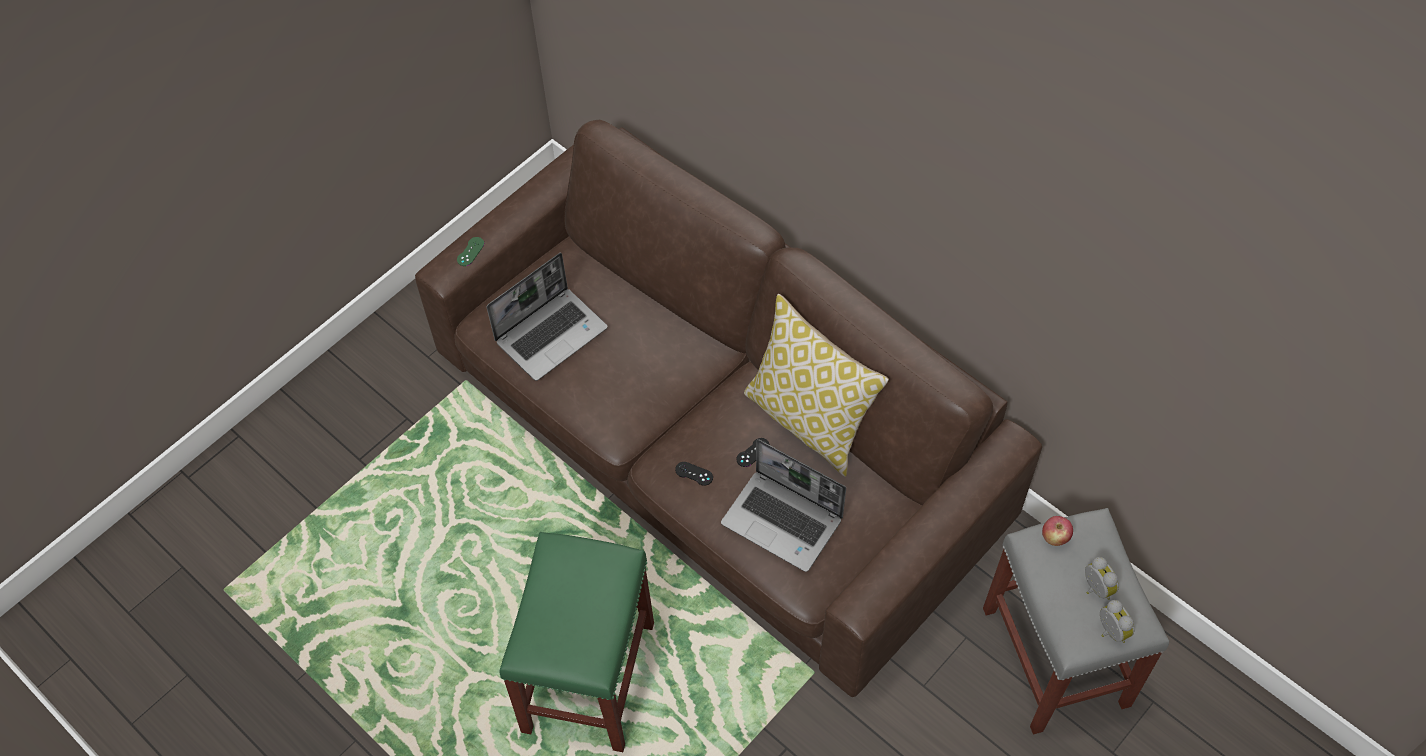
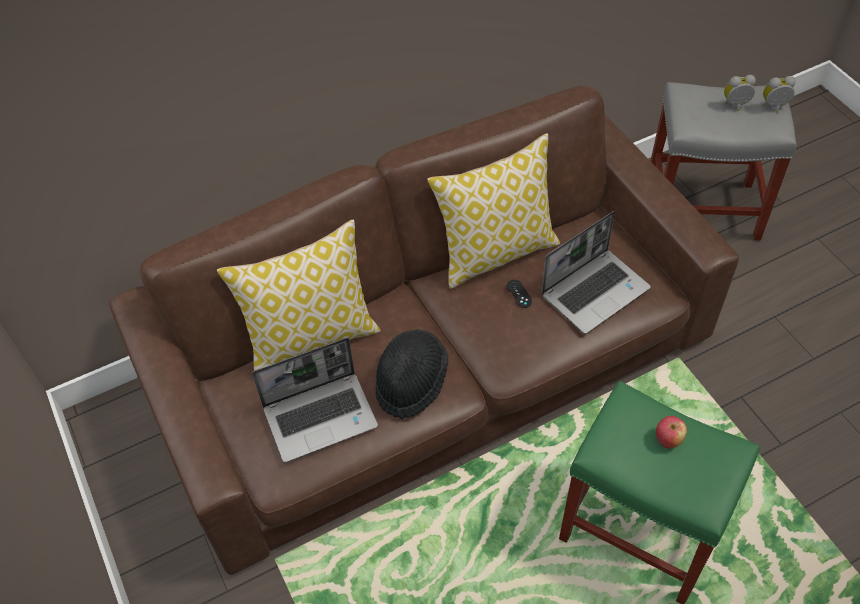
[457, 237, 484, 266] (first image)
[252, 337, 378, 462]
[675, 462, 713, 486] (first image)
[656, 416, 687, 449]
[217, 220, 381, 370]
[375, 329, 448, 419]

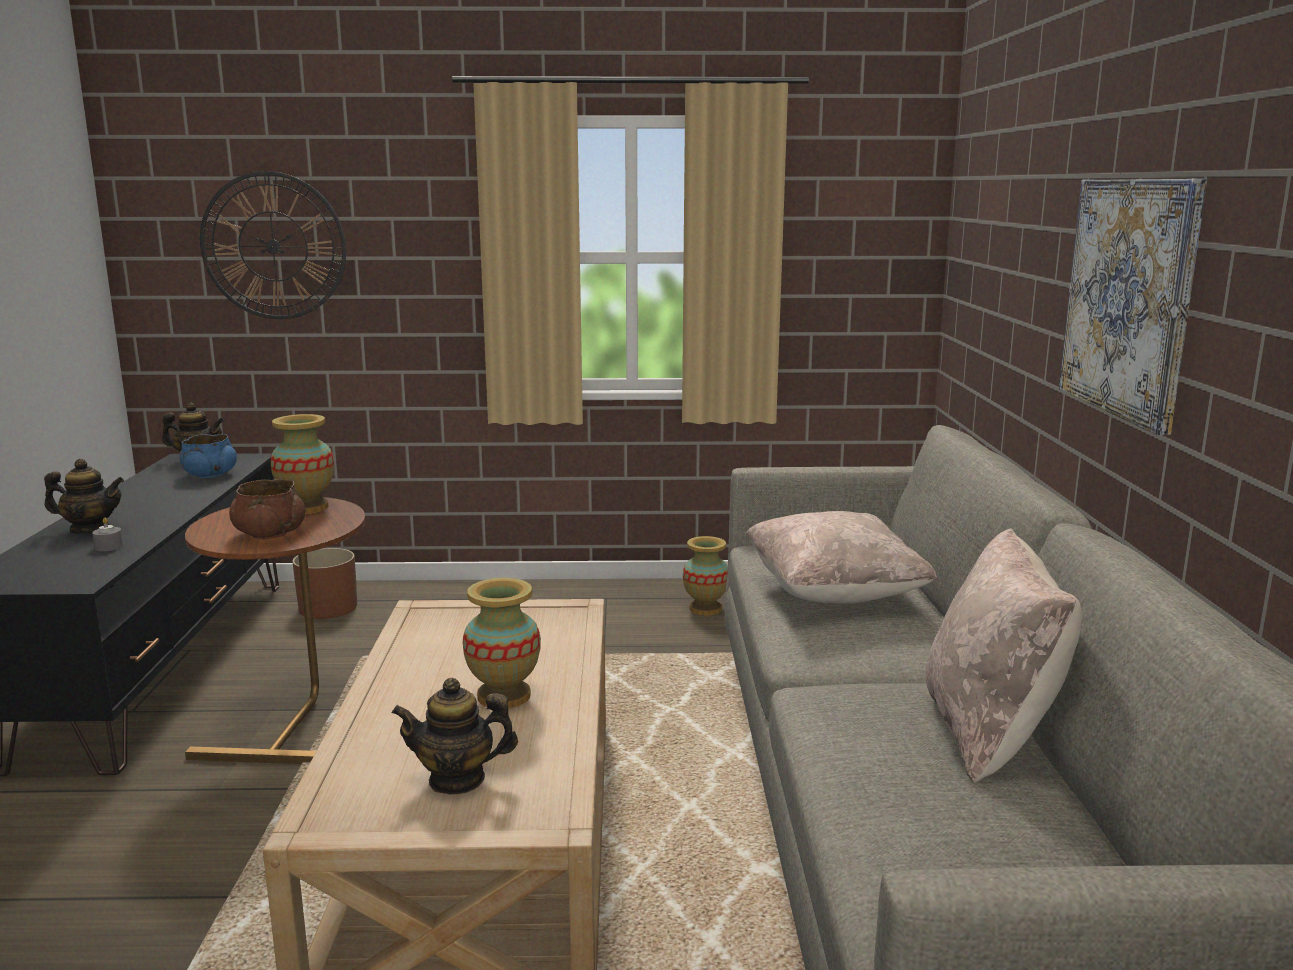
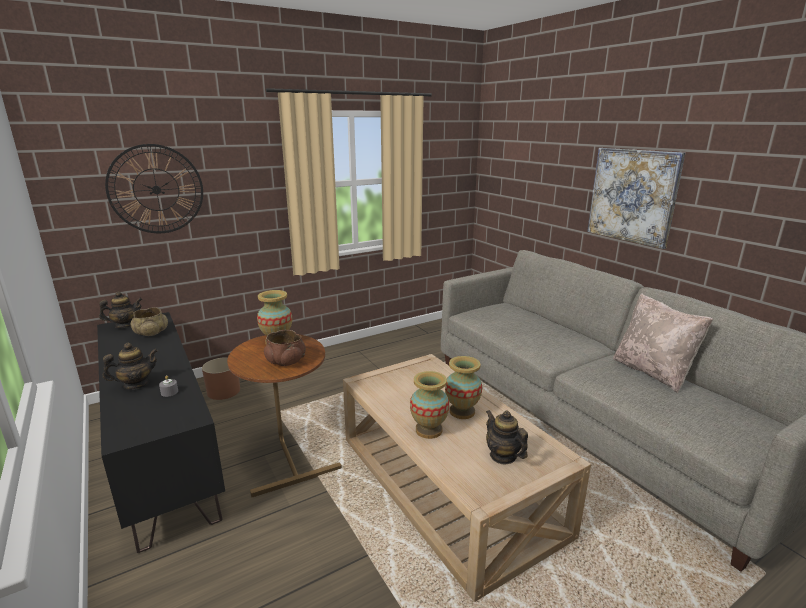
[130, 307, 168, 336]
[746, 511, 937, 603] (first image)
[410, 371, 449, 439]
[486, 410, 528, 464]

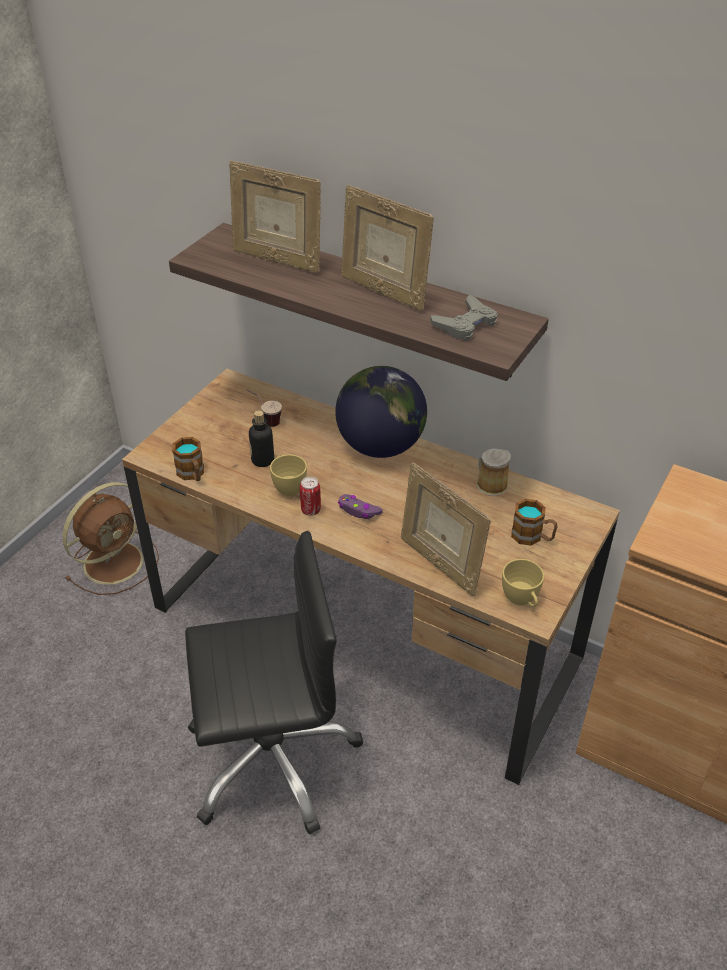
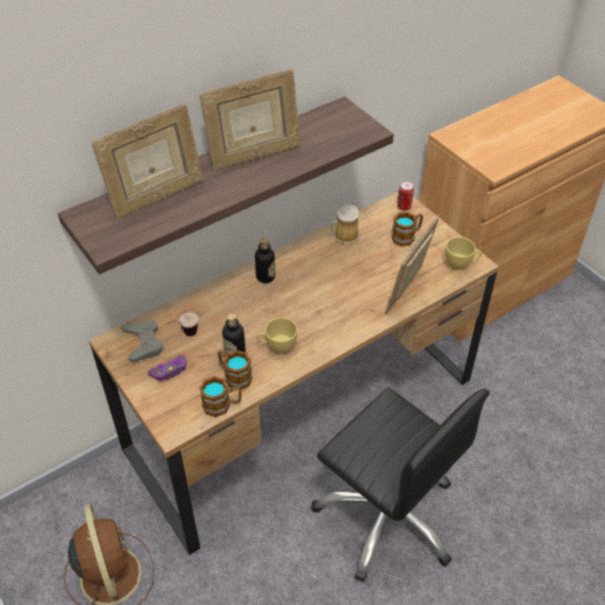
[121, 320, 163, 362]
[255, 238, 275, 283]
[385, 215, 440, 314]
[397, 182, 414, 211]
[148, 356, 187, 381]
[311, 387, 489, 582]
[218, 350, 253, 390]

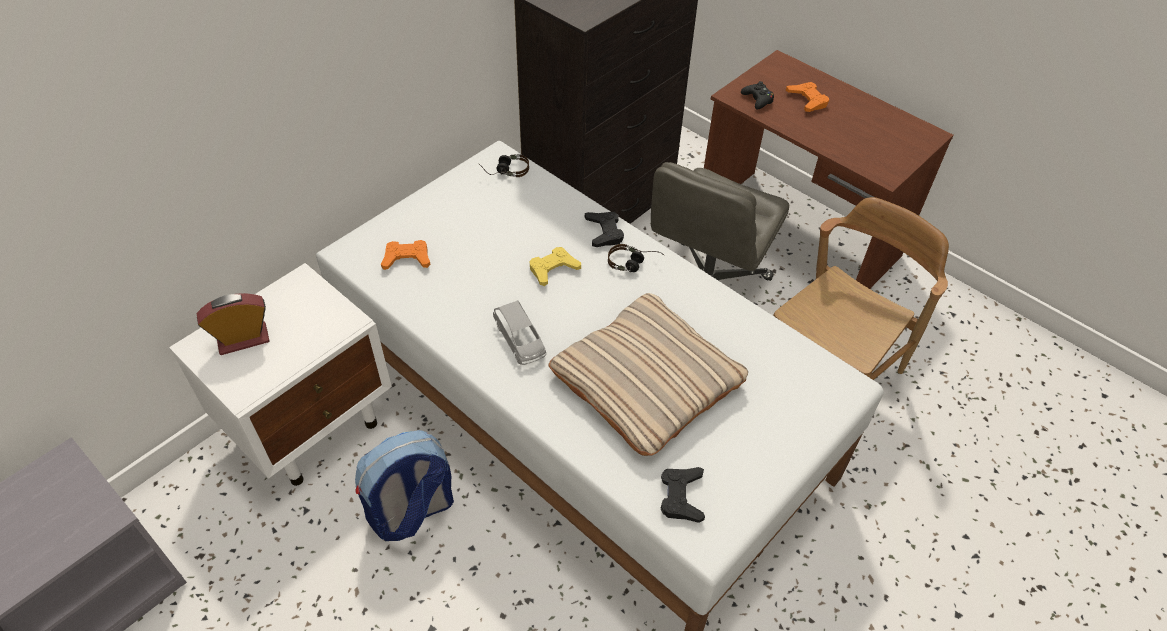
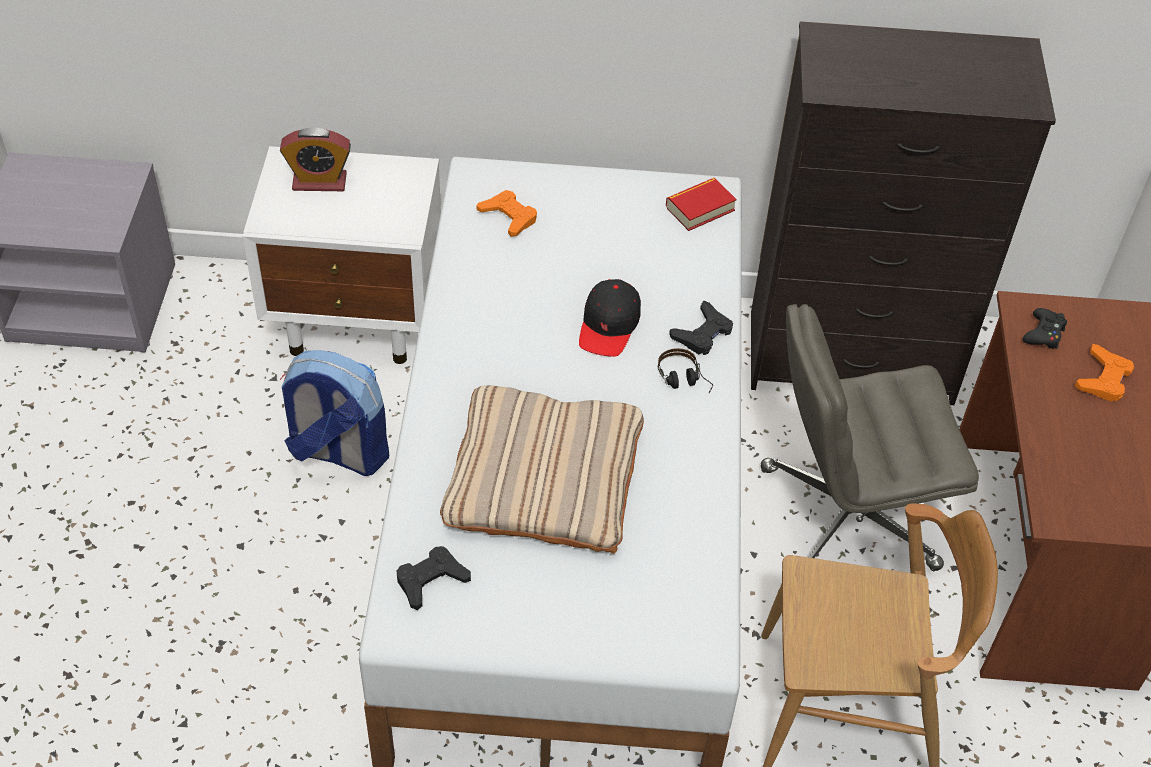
[666, 178, 737, 231]
[579, 279, 641, 357]
[280, 127, 351, 191]
[493, 301, 546, 365] (first image)

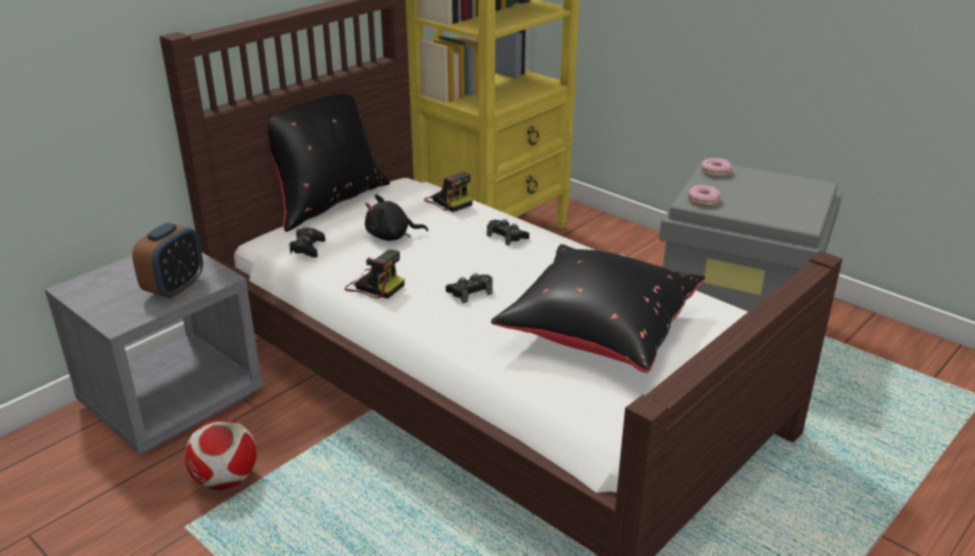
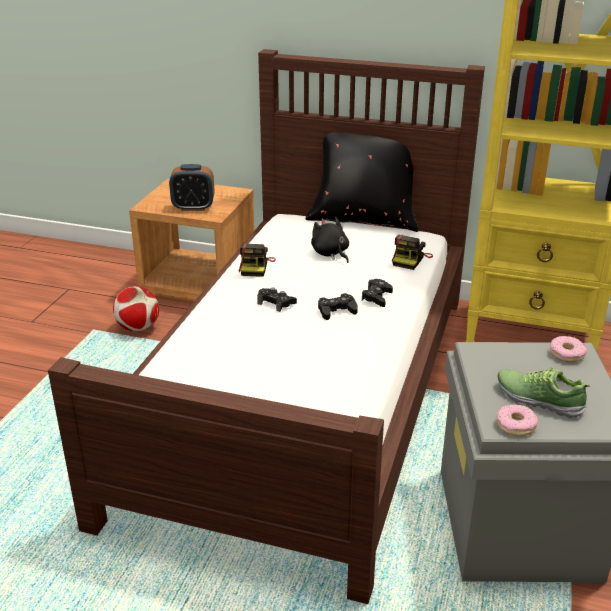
[497, 404, 538, 436]
[318, 293, 358, 320]
[491, 244, 705, 373] (first image)
[129, 179, 254, 302]
[498, 367, 591, 418]

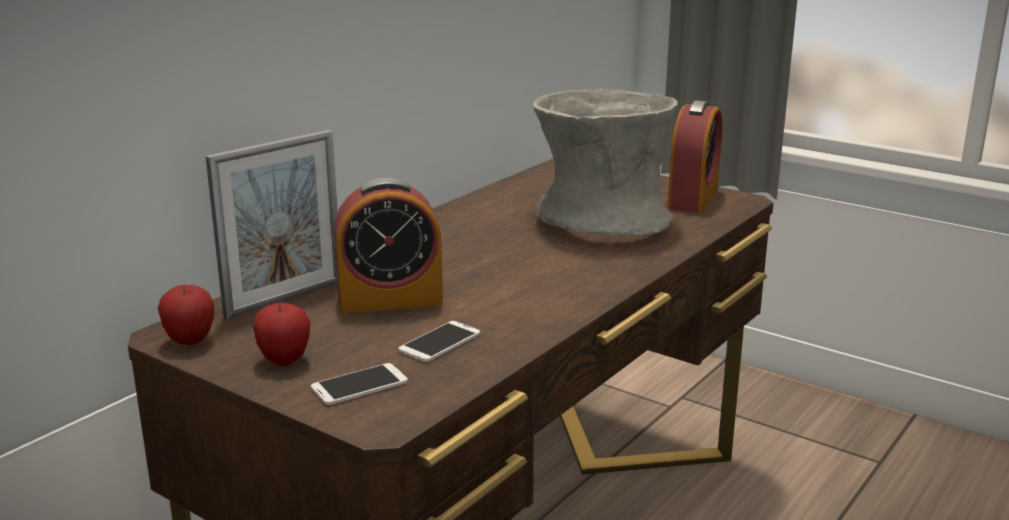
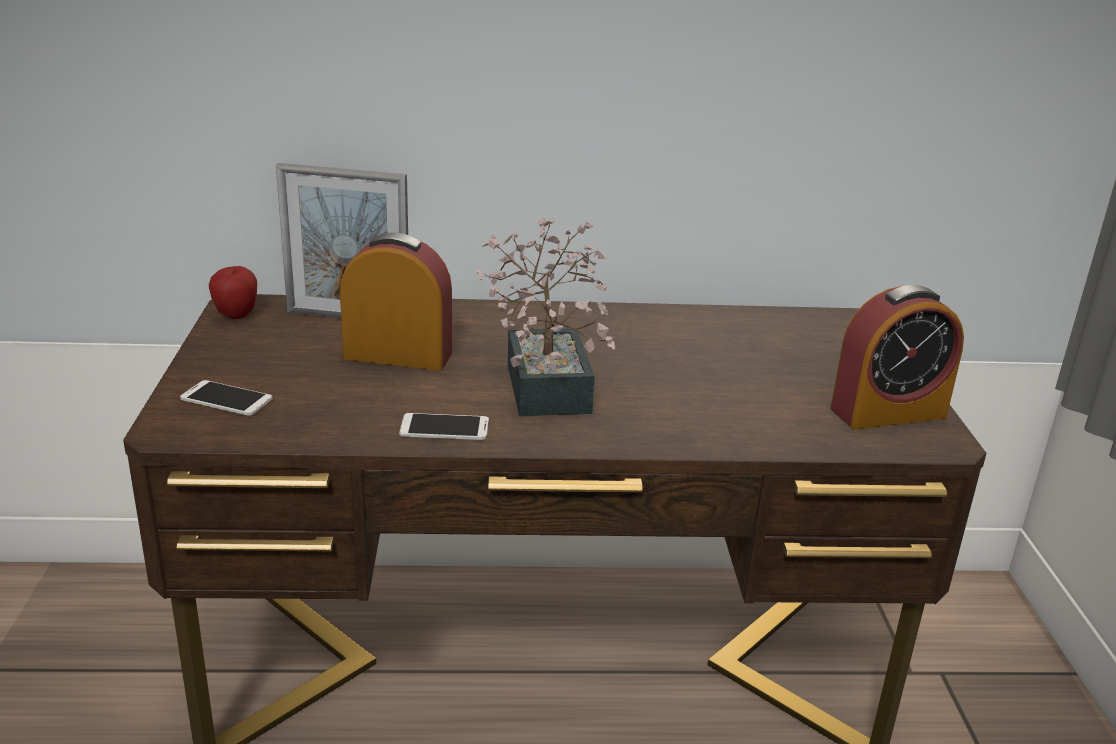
[533, 89, 678, 236] (first image)
[340, 233, 452, 371]
[253, 303, 310, 366] (first image)
[399, 413, 489, 440]
[477, 217, 616, 416]

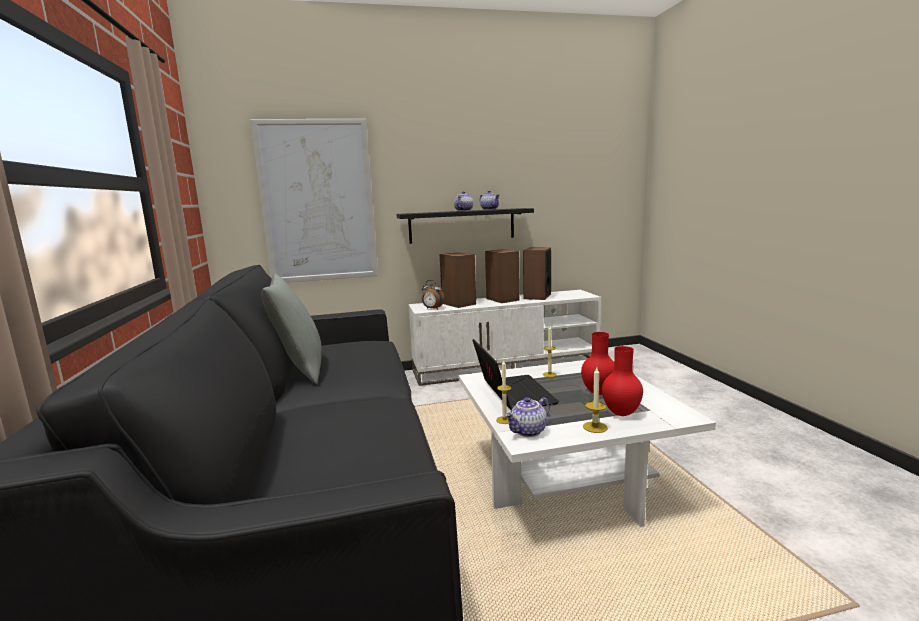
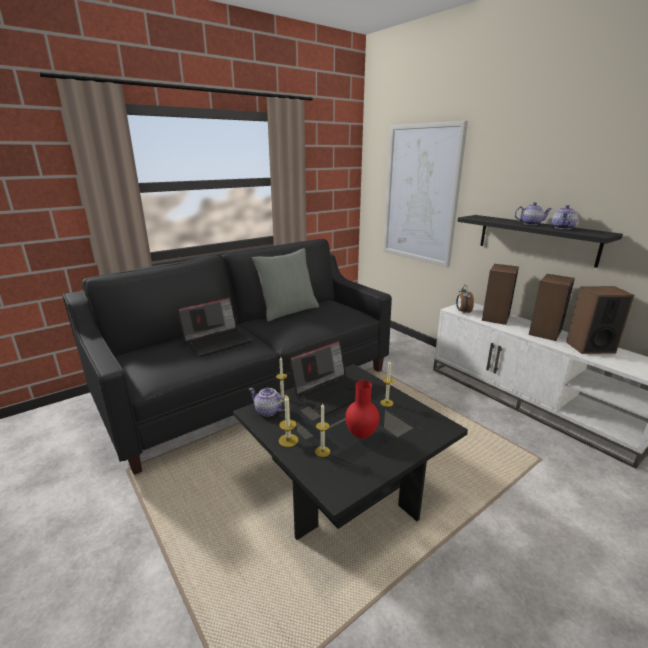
[315, 403, 330, 457]
[233, 364, 468, 540]
[177, 297, 253, 357]

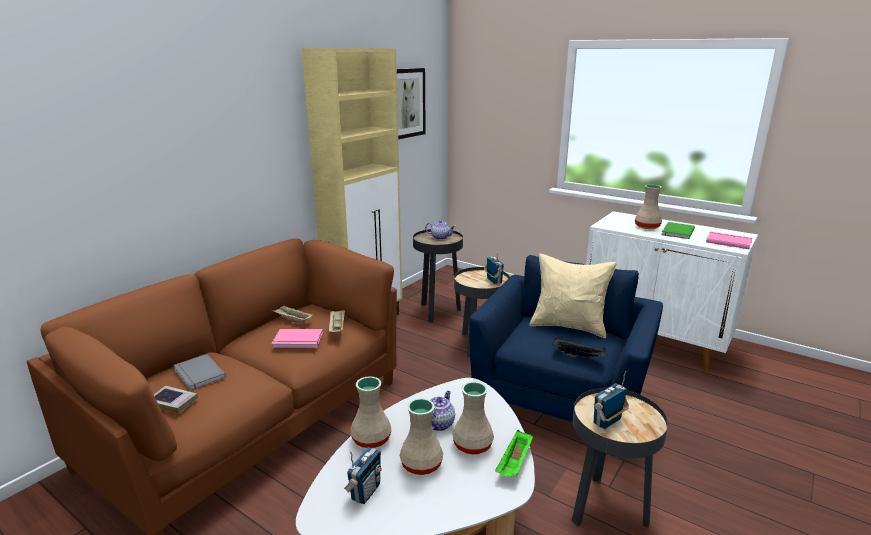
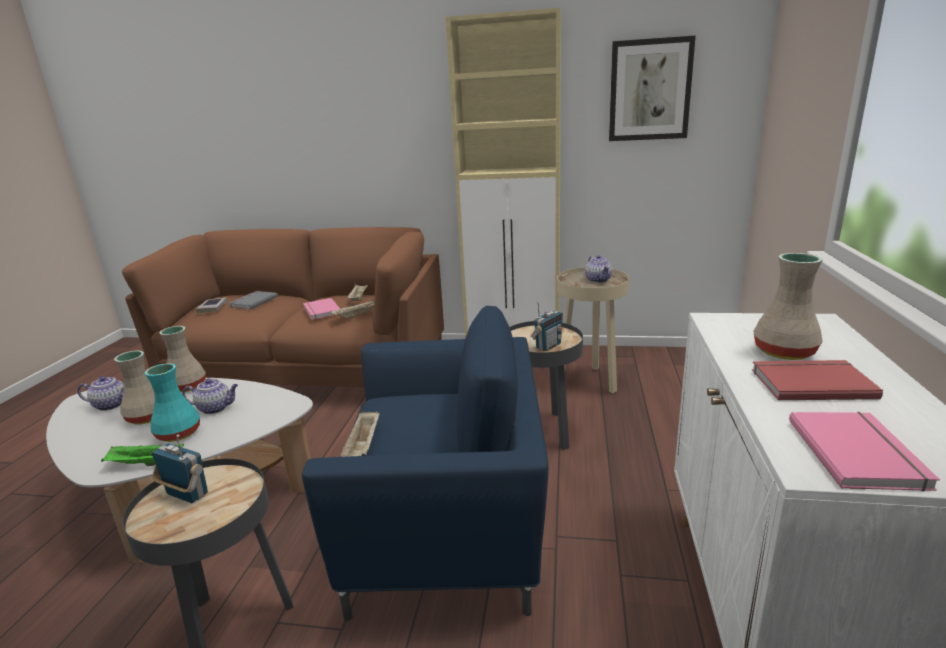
[752, 360, 883, 400]
[557, 267, 629, 393]
[530, 253, 617, 338] (first image)
[340, 410, 380, 457]
[145, 363, 200, 442]
[77, 376, 124, 411]

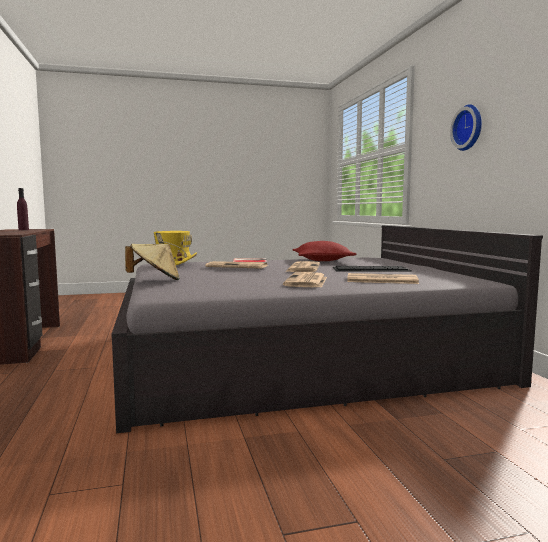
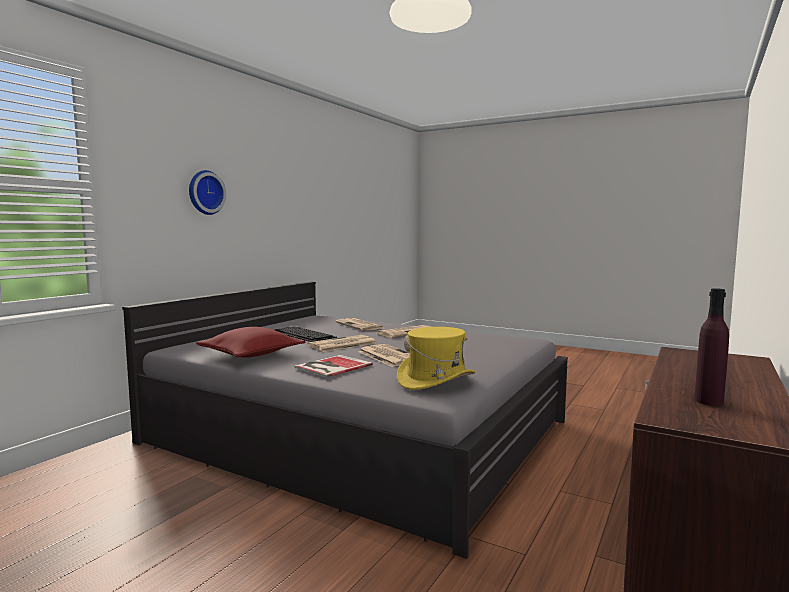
[125, 244, 179, 280] (first image)

